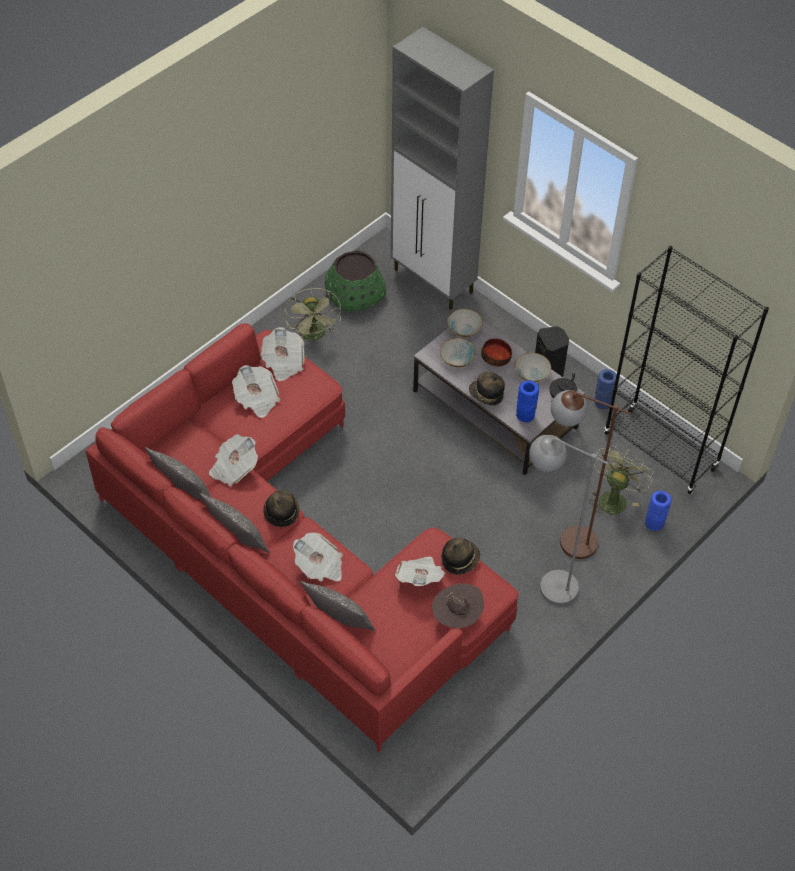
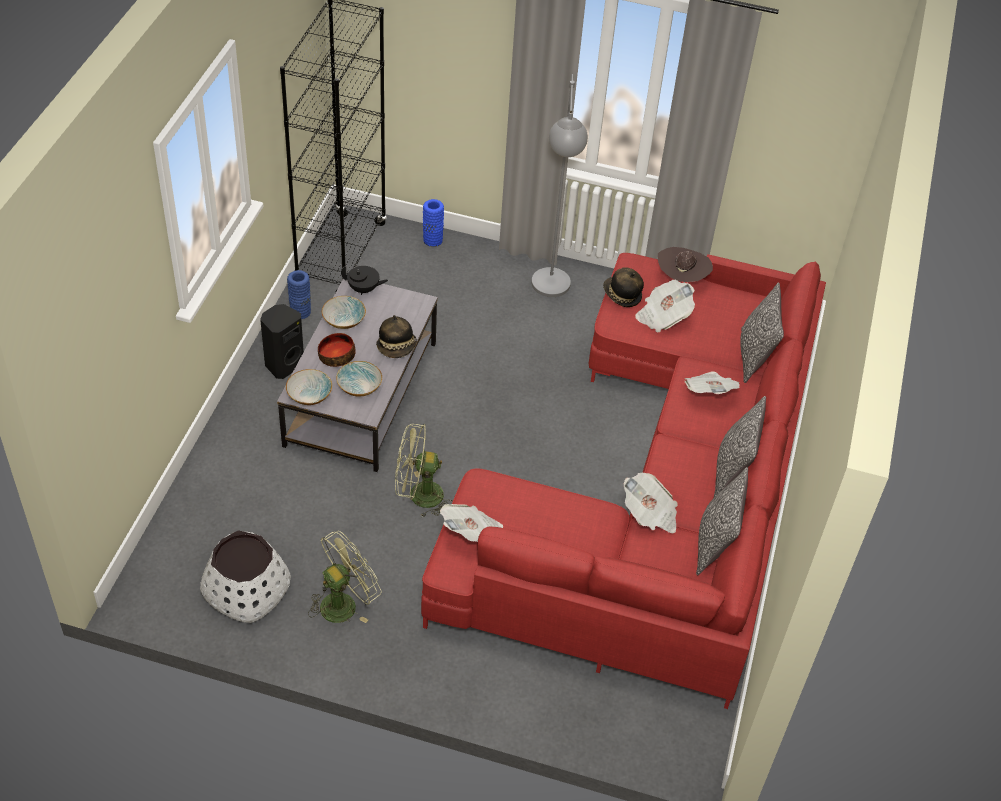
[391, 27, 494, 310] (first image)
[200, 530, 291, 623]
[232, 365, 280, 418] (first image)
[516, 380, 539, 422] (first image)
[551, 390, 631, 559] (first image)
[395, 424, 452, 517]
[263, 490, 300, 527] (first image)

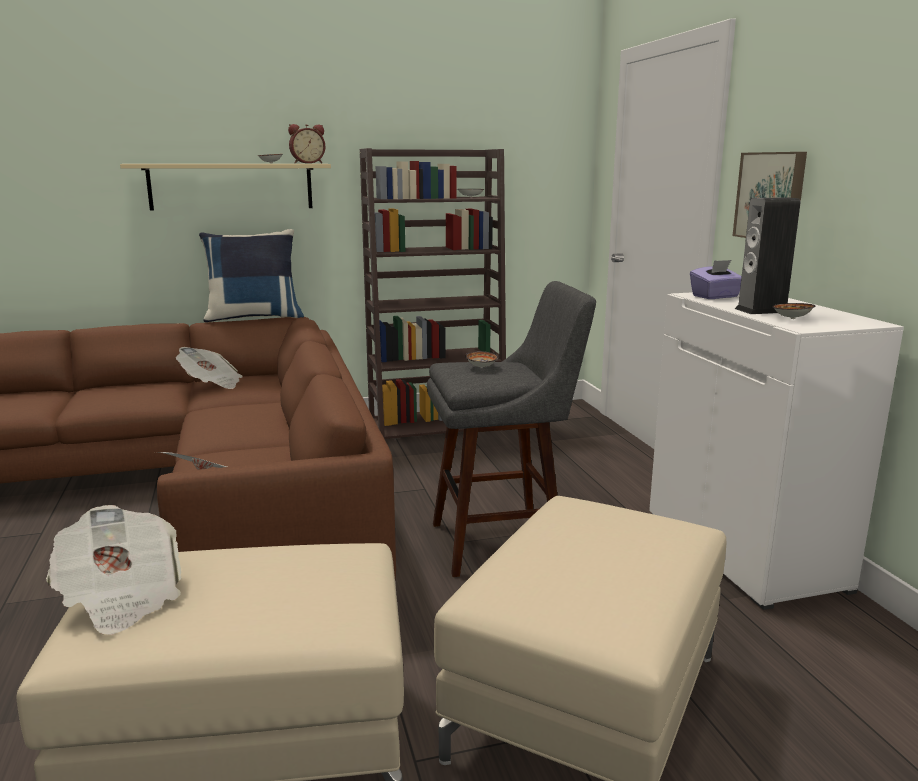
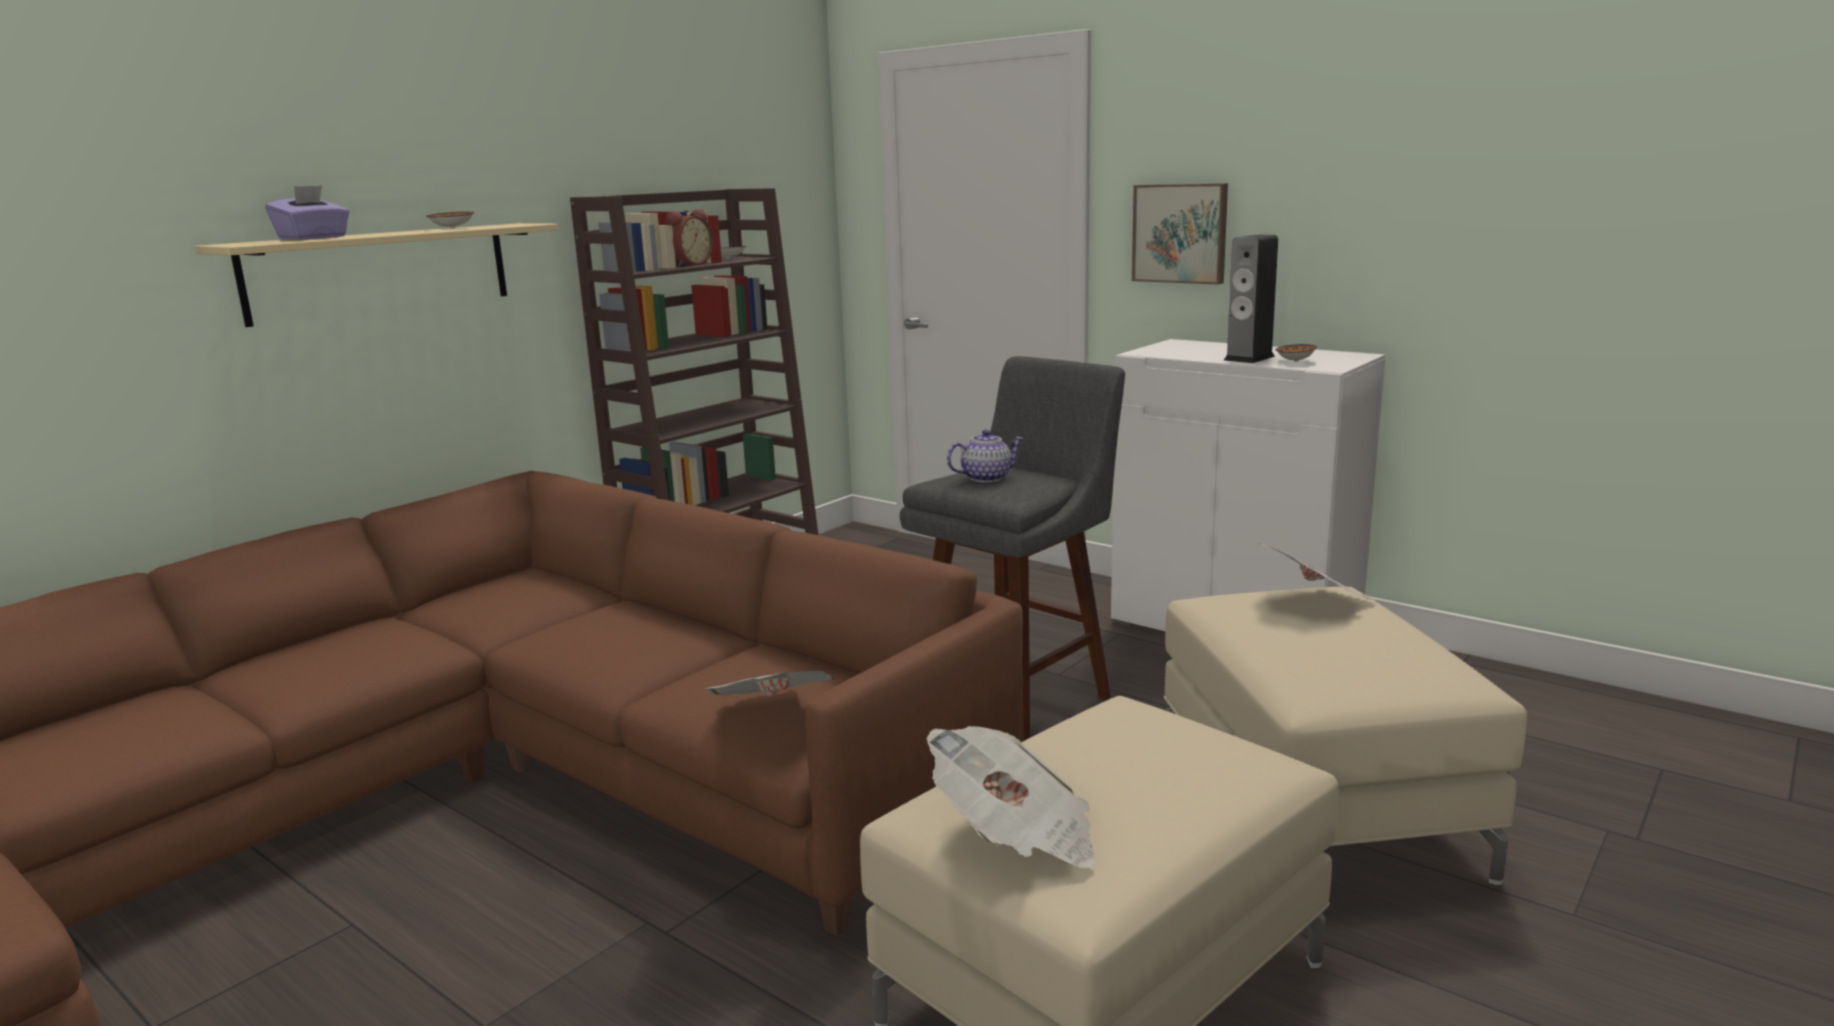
[666, 209, 714, 267]
[199, 229, 304, 323] (first image)
[265, 185, 350, 240]
[1257, 543, 1374, 599]
[947, 429, 1024, 482]

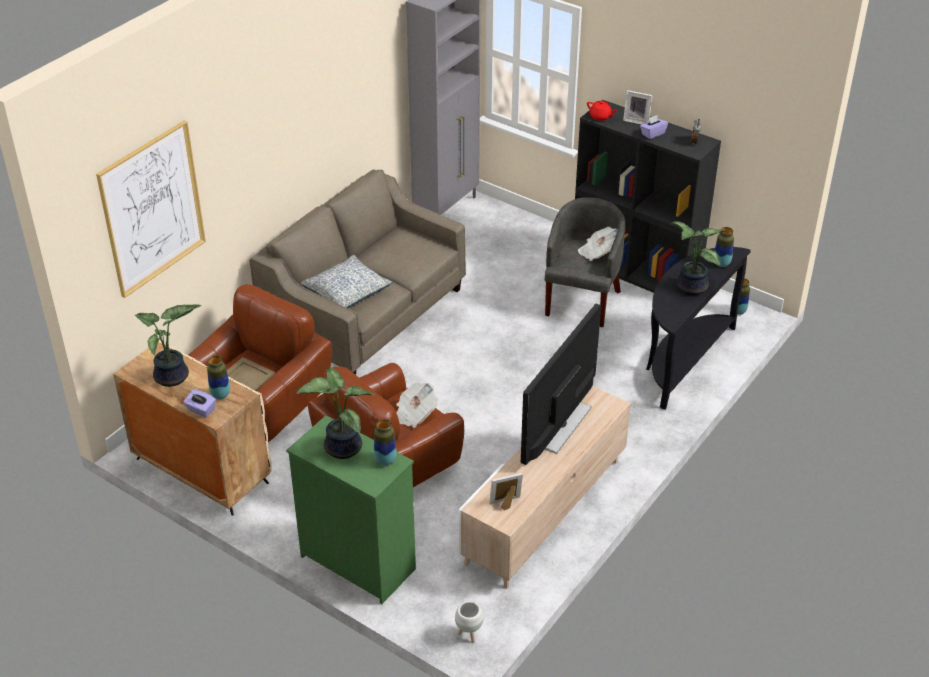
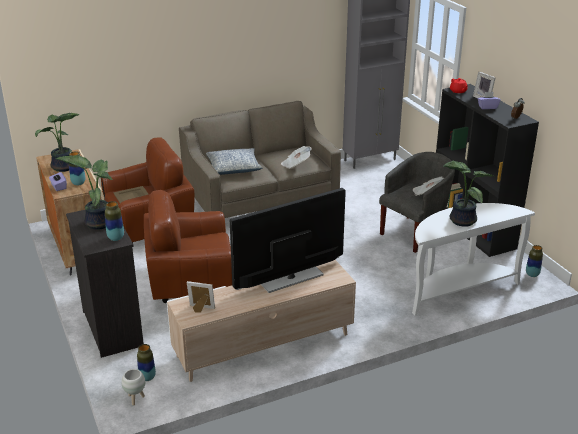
[96, 120, 206, 298] (first image)
[137, 344, 156, 381]
[412, 203, 535, 315]
[281, 146, 312, 169]
[66, 210, 144, 358]

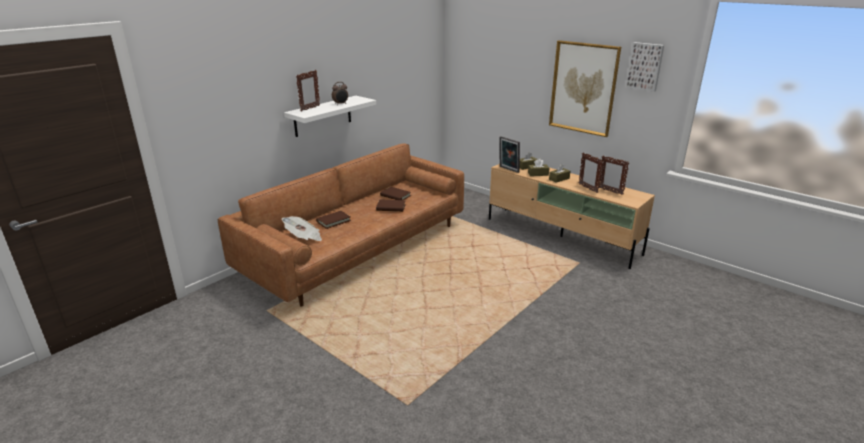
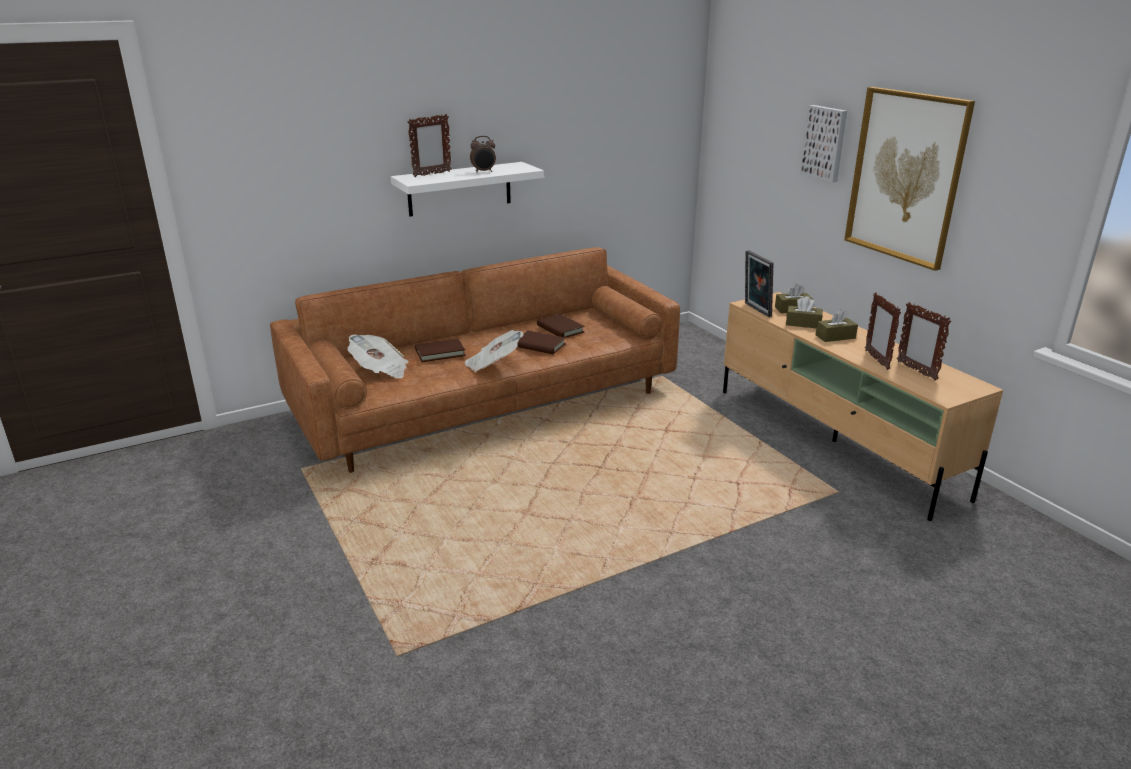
[800, 105, 847, 183]
[465, 330, 523, 372]

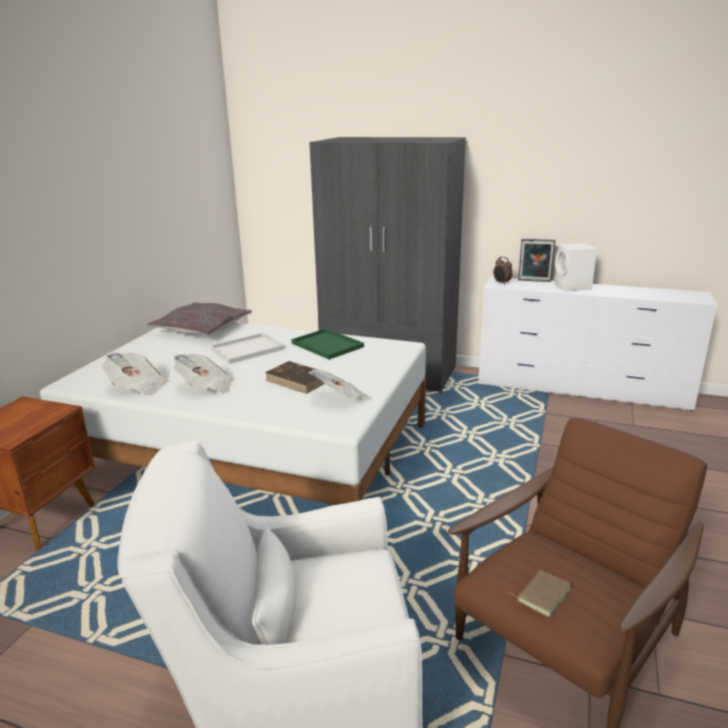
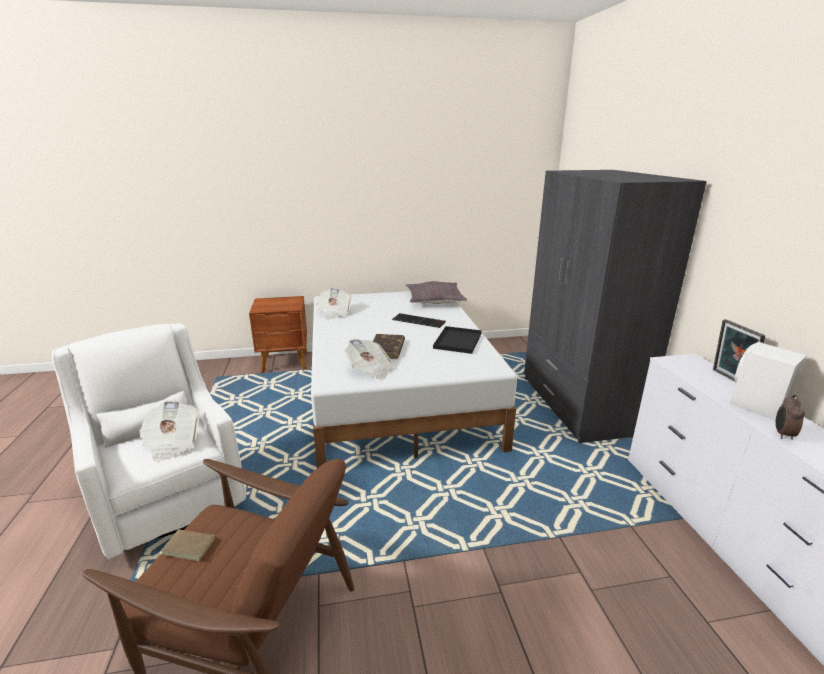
[776, 395, 805, 440]
[433, 326, 482, 354]
[392, 313, 446, 328]
[139, 400, 200, 462]

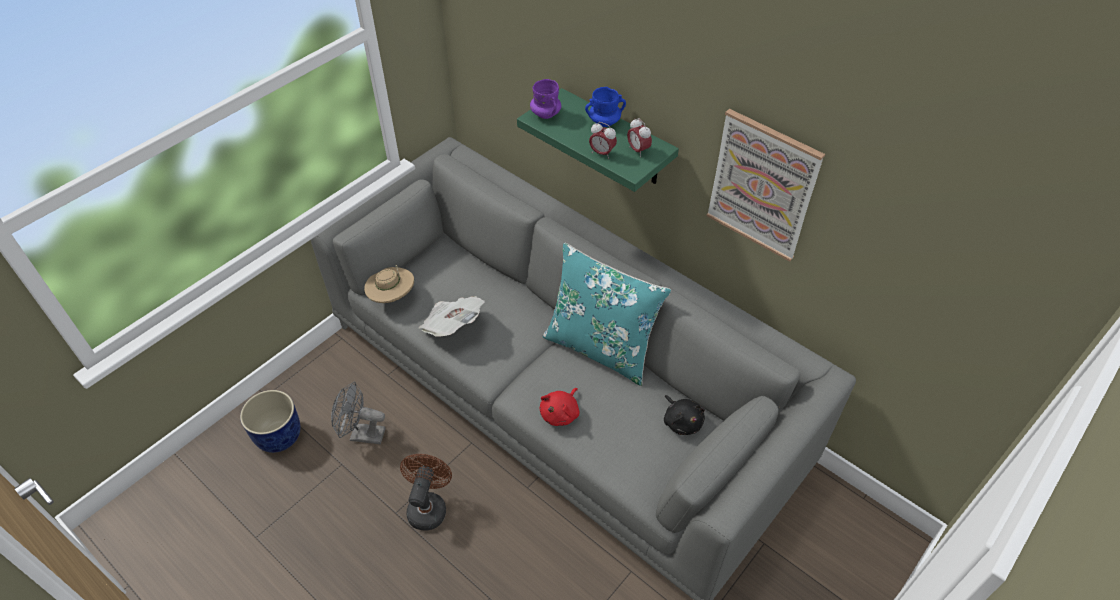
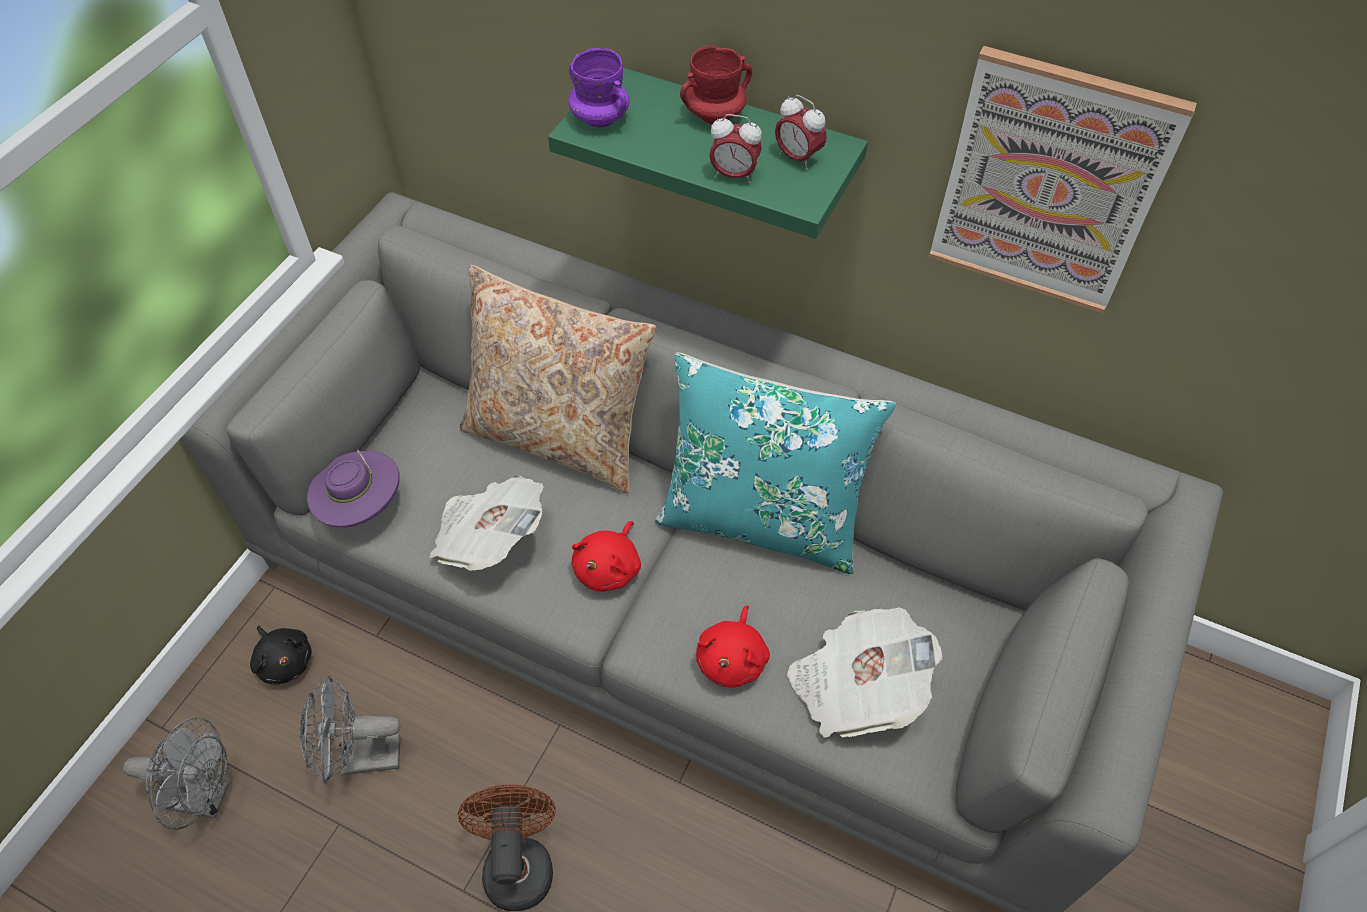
[680, 45, 752, 124]
[307, 449, 400, 527]
[123, 717, 229, 830]
[250, 626, 312, 685]
[460, 265, 656, 493]
[572, 521, 641, 592]
[787, 607, 943, 737]

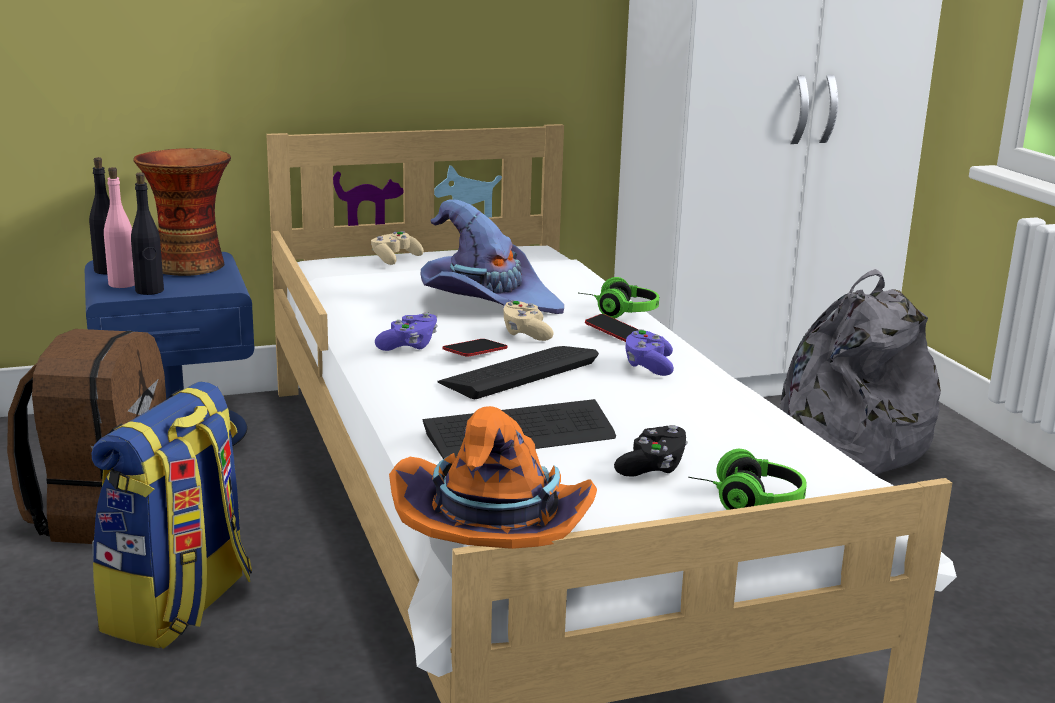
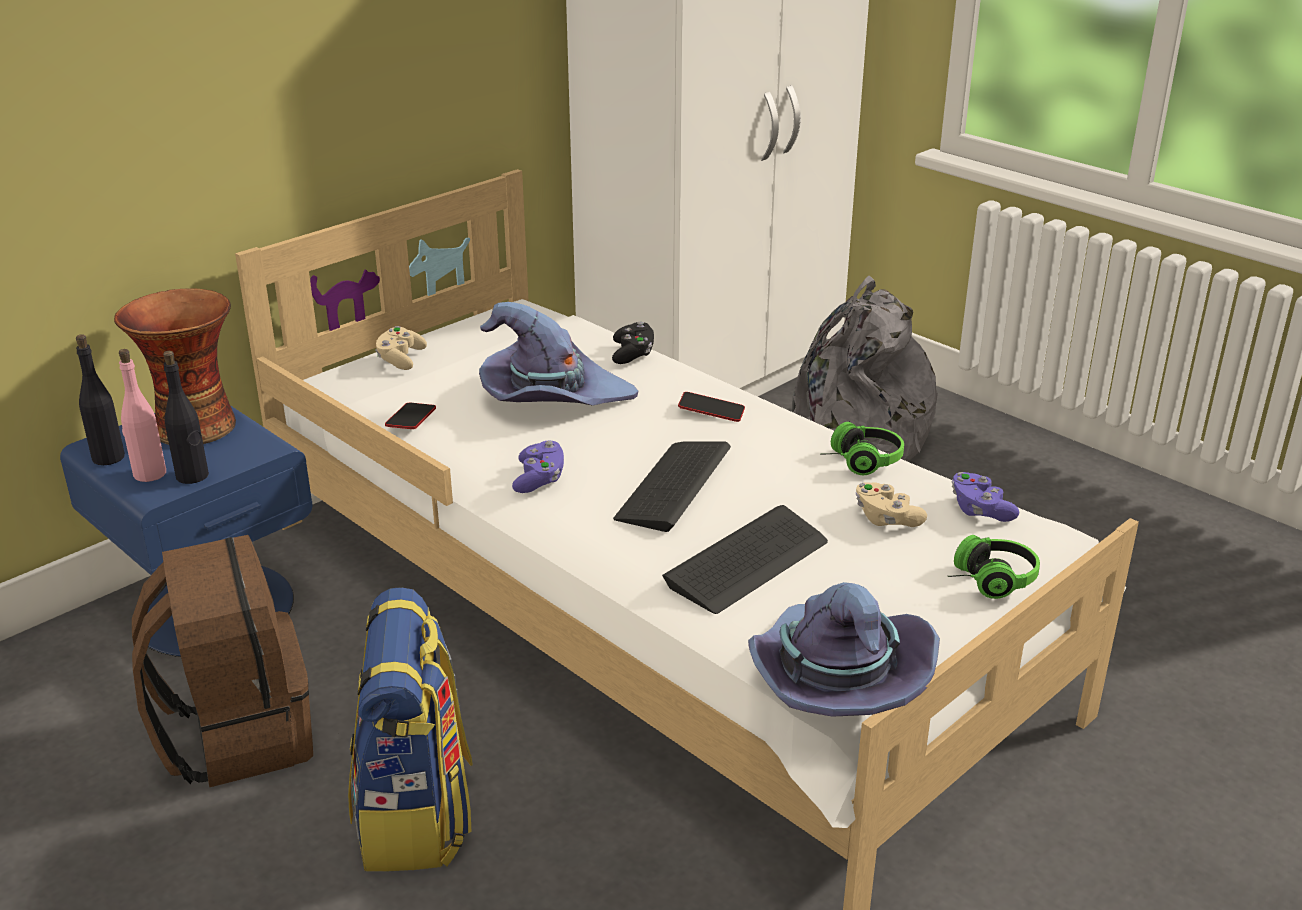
[827, 422, 904, 475]
[856, 483, 927, 527]
[952, 472, 1019, 522]
[385, 403, 436, 429]
[748, 582, 940, 717]
[612, 322, 654, 364]

